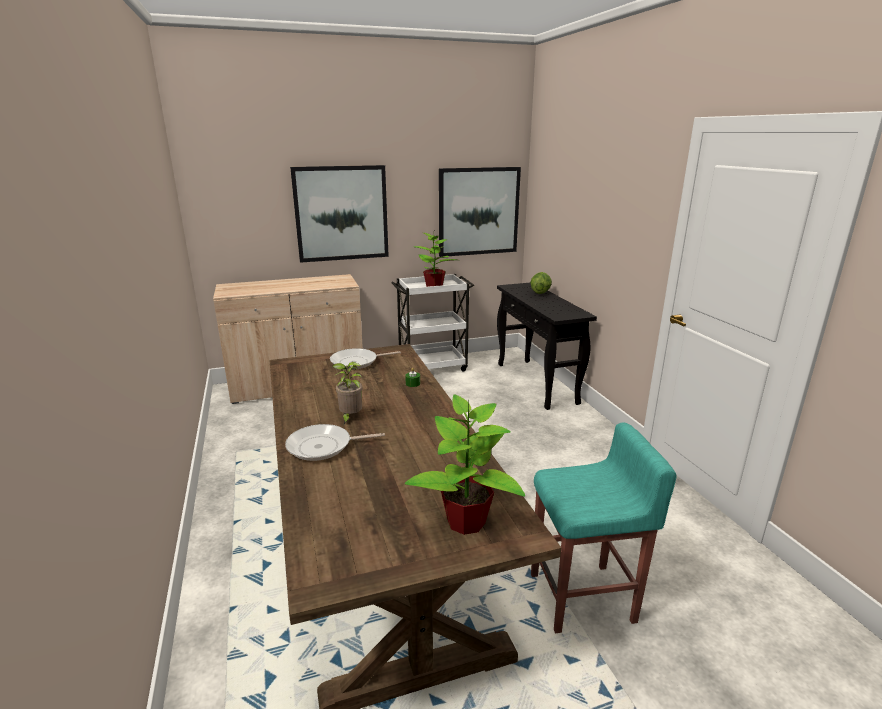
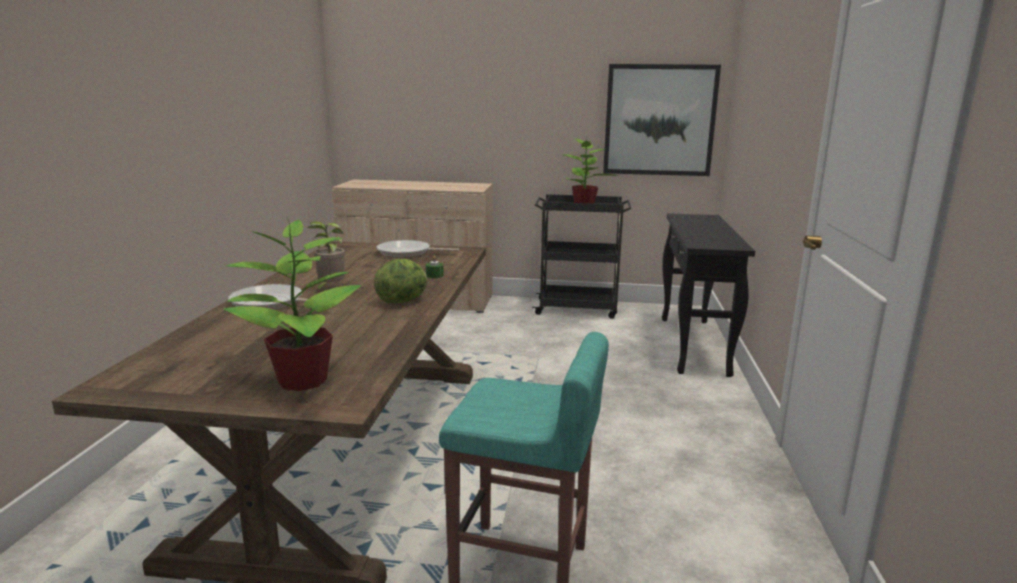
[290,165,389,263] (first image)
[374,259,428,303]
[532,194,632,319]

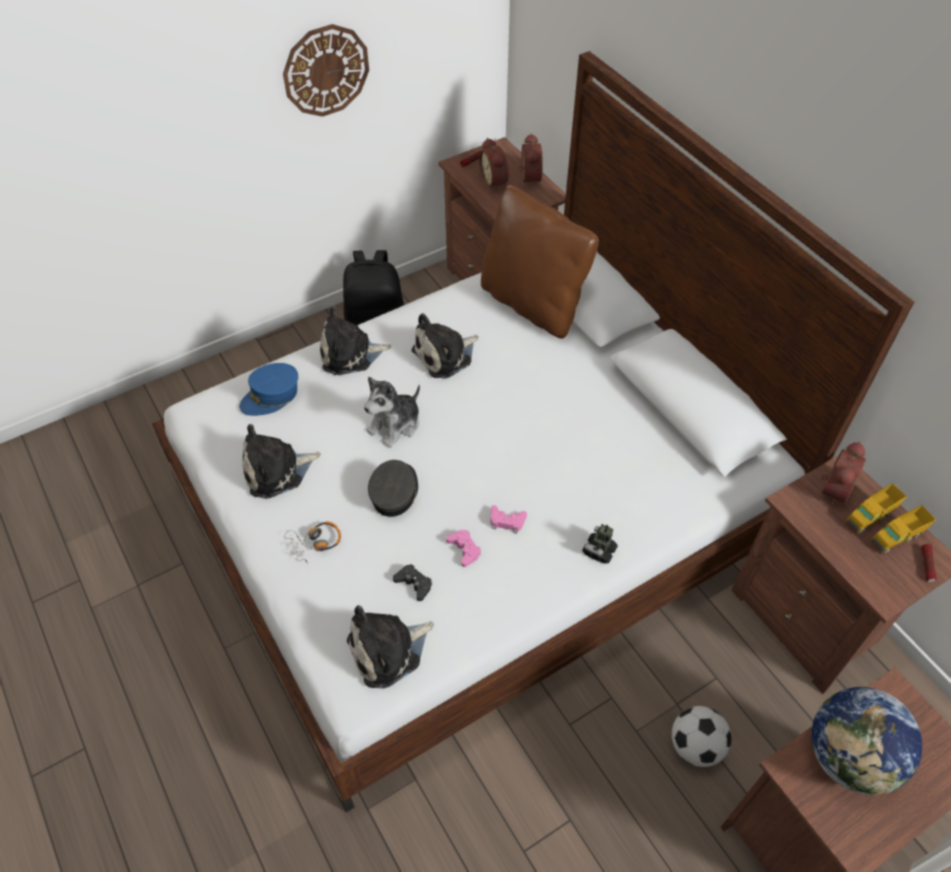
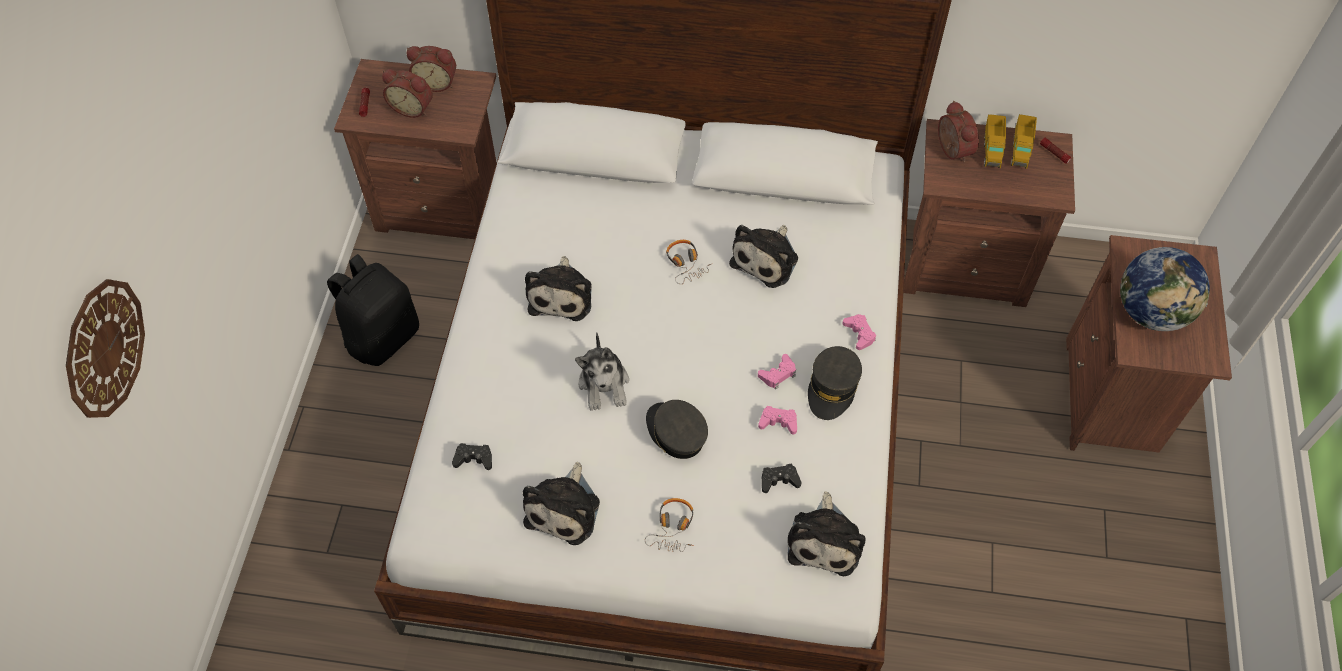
[66,279,145,418]
[407,46,456,92]
[481,185,599,339] (first image)
[729,225,798,288]
[452,443,492,470]
[842,314,876,350]
[672,706,731,767] (first image)
[666,240,713,284]
[808,346,862,420]

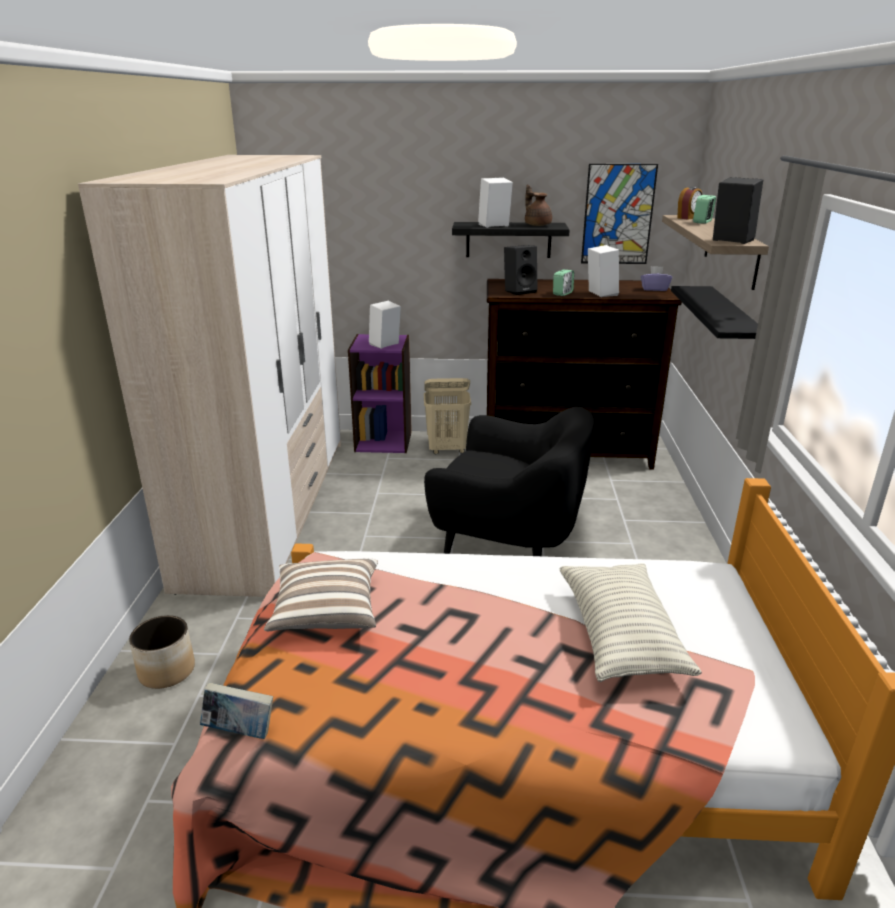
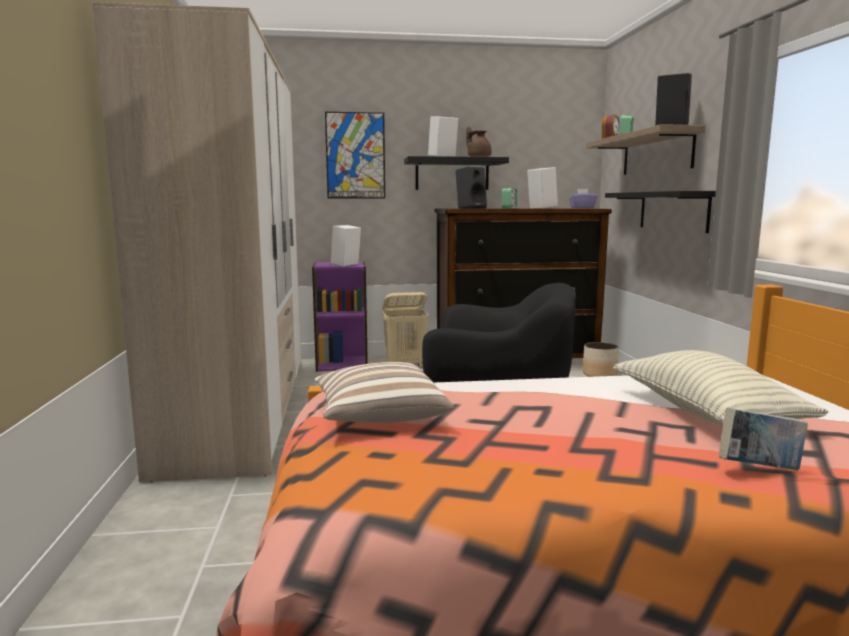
[325,112,385,199]
[583,342,618,377]
[719,408,808,470]

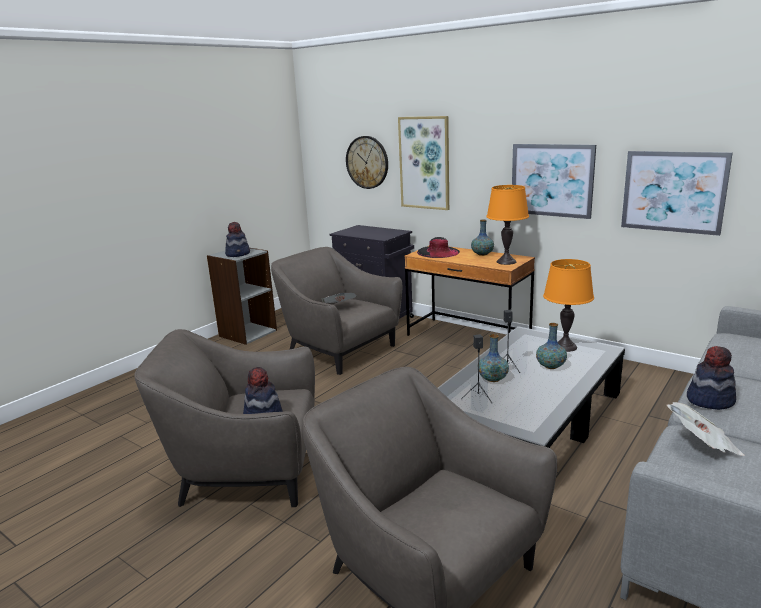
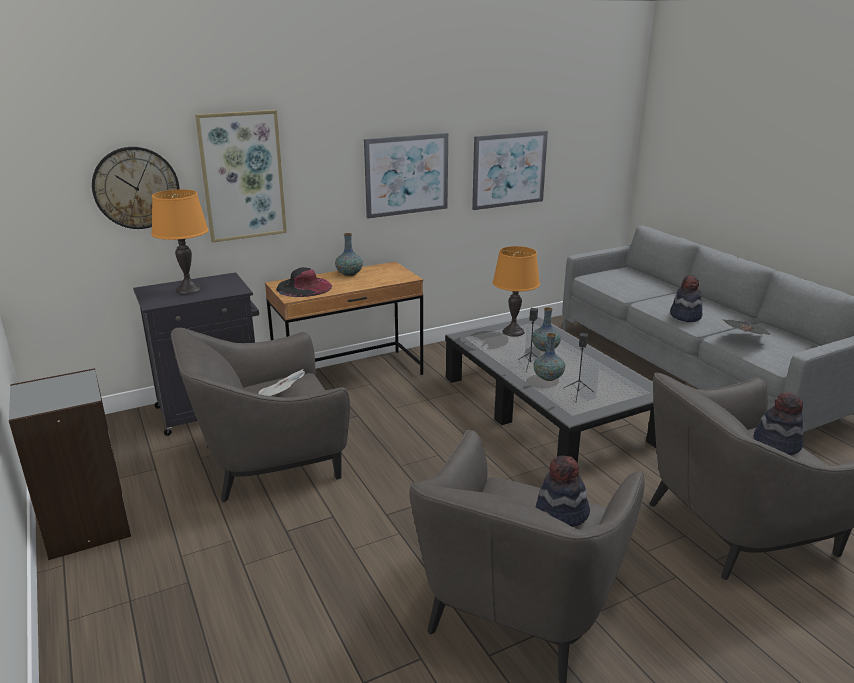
[151,189,209,294]
[754,392,804,455]

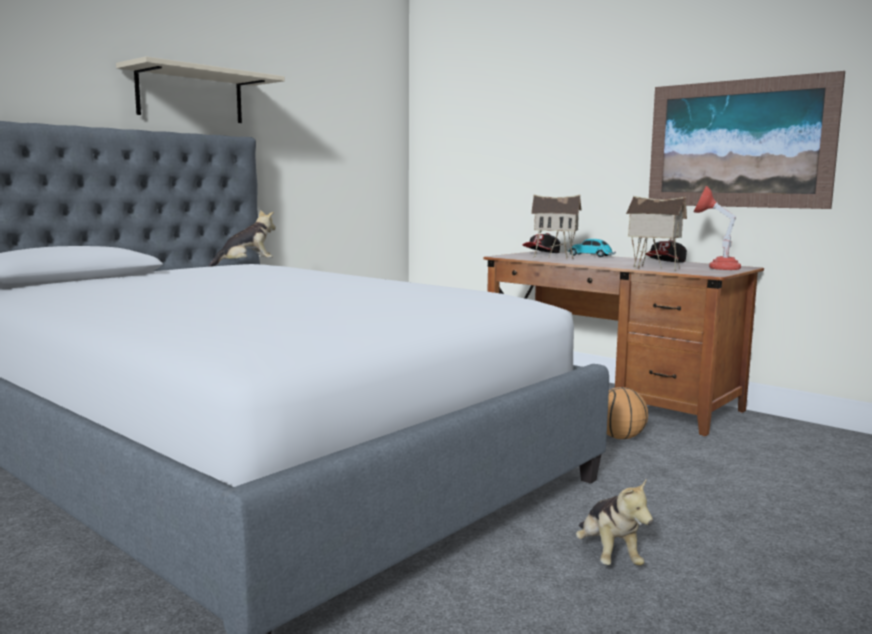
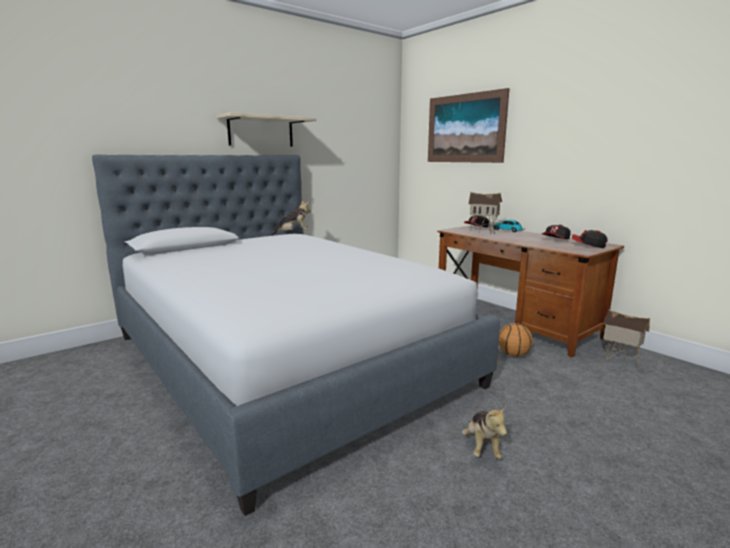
[428,88,510,163]
[572,230,608,248]
[603,309,650,368]

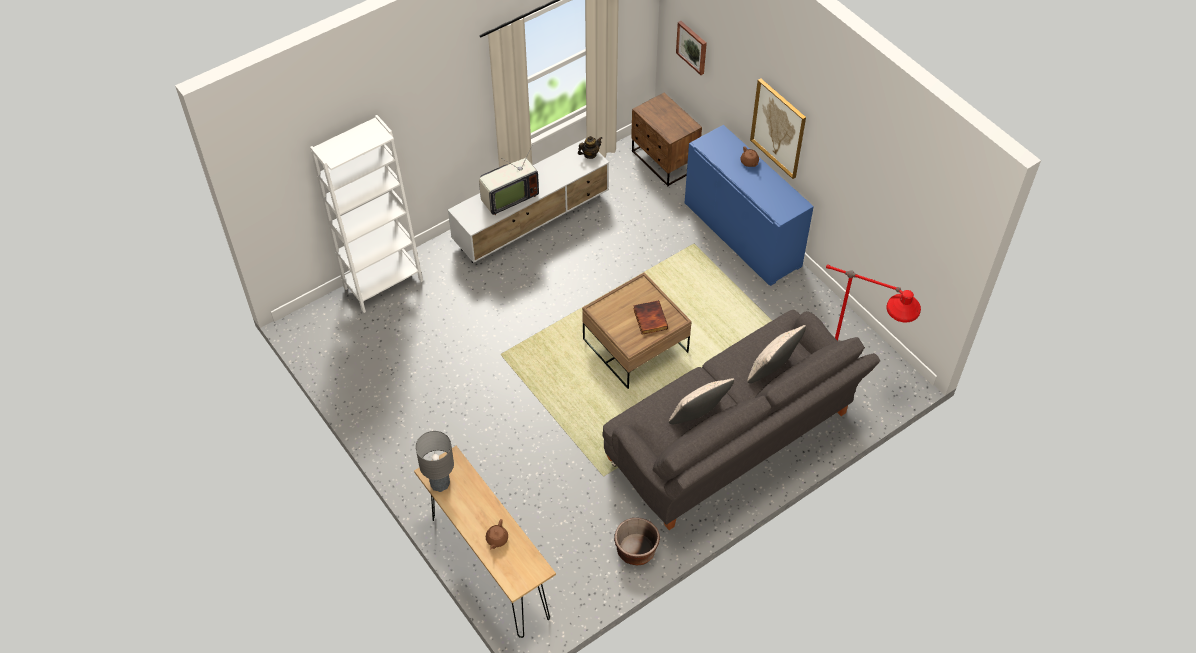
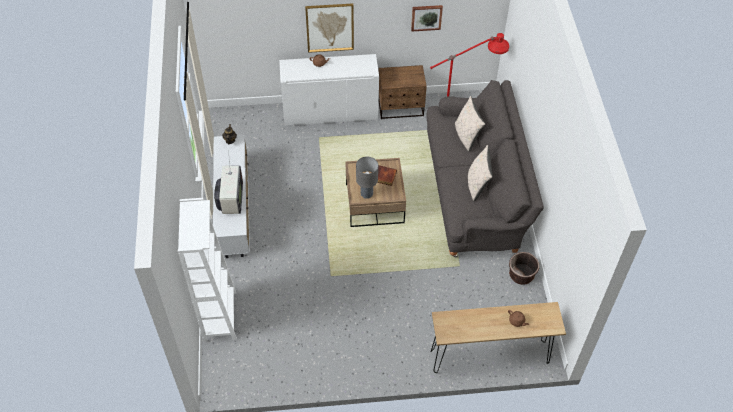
[411,5,443,32]
[379,65,427,119]
[279,54,379,126]
[356,157,378,199]

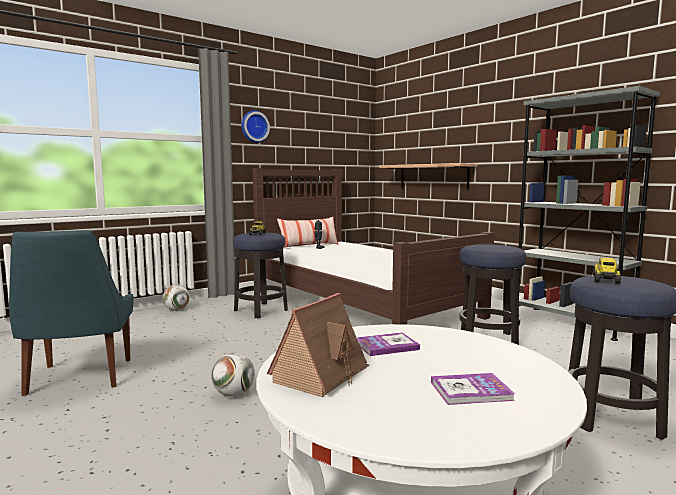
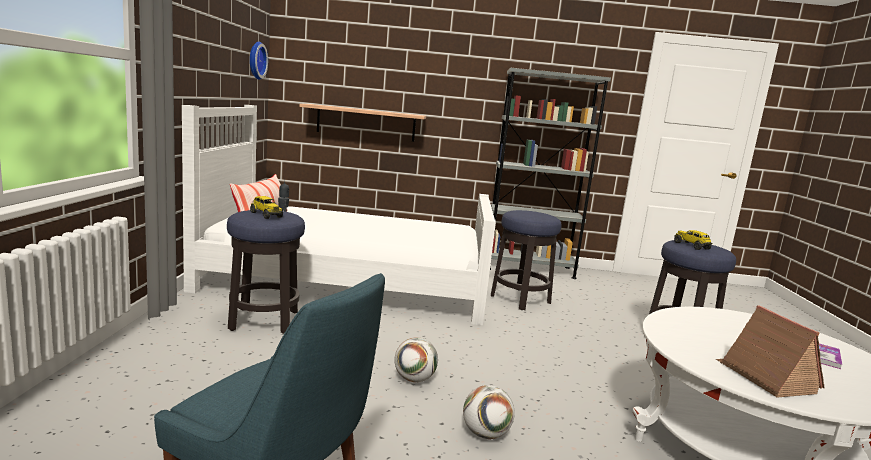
[250,42,268,80]
[182,105,496,325]
[394,337,438,382]
[356,332,420,356] (first image)

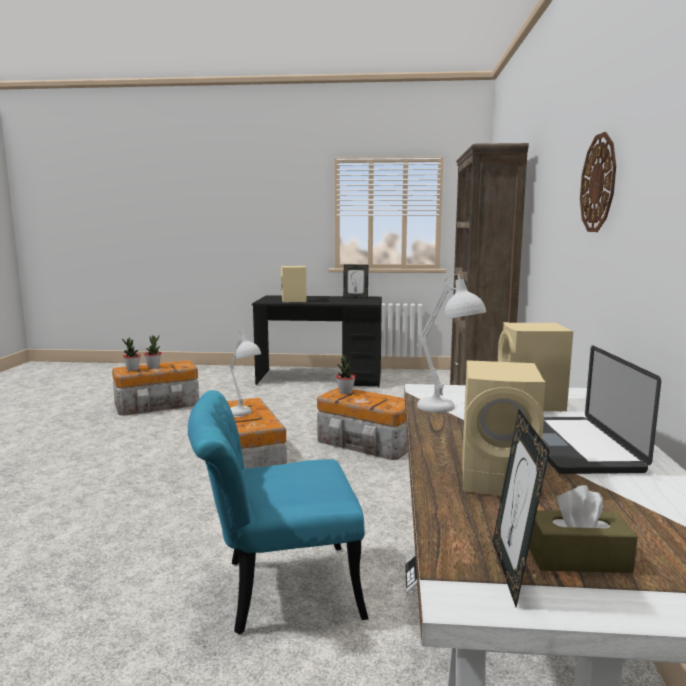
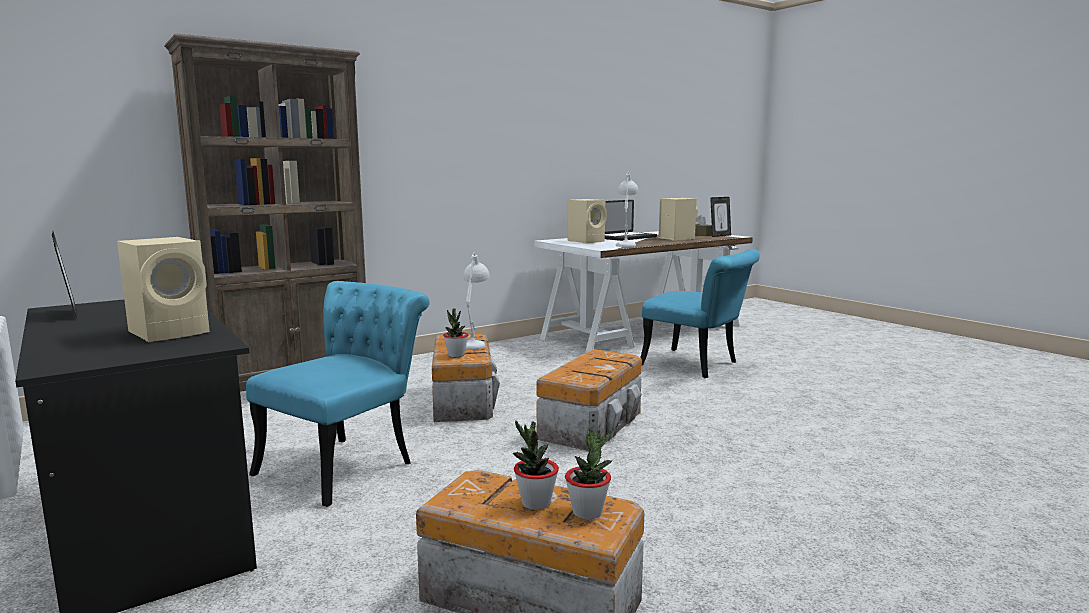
[580,132,616,232] (first image)
[464,253,490,350]
[246,281,430,507]

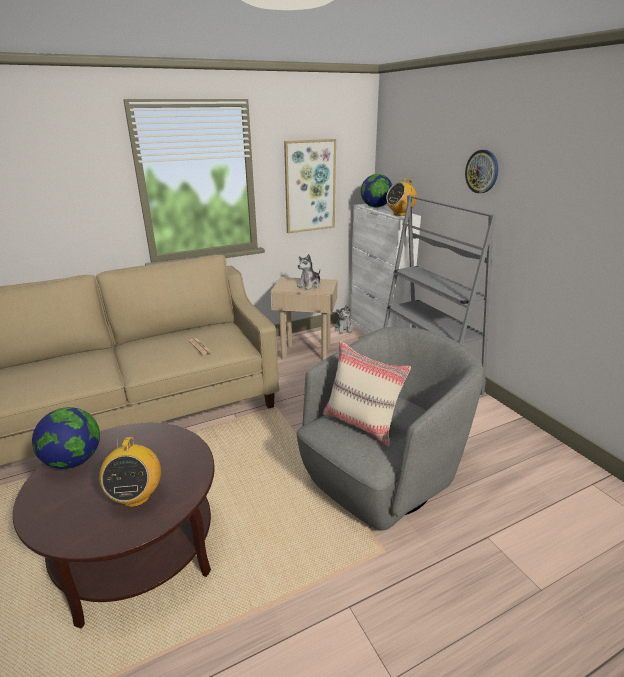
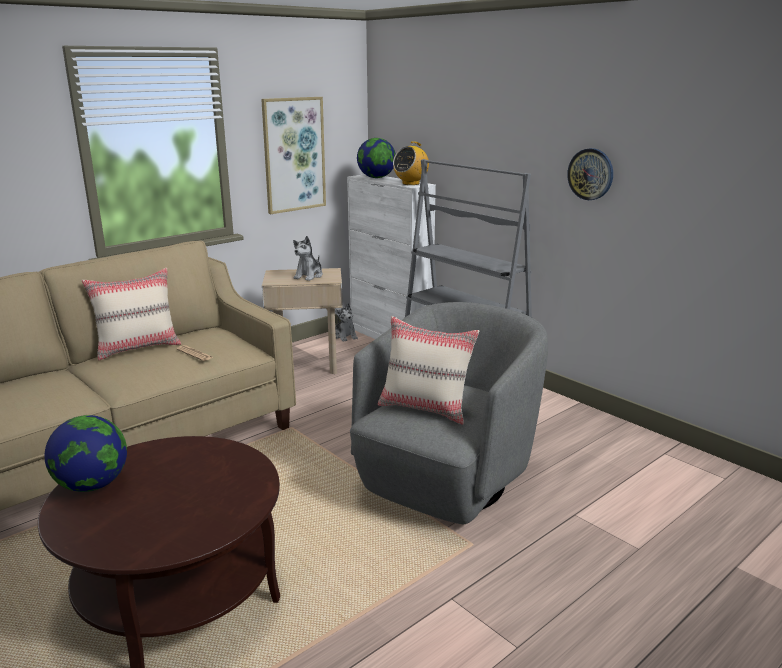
[567,148,613,200]
[99,437,161,507] (first image)
[82,268,181,360]

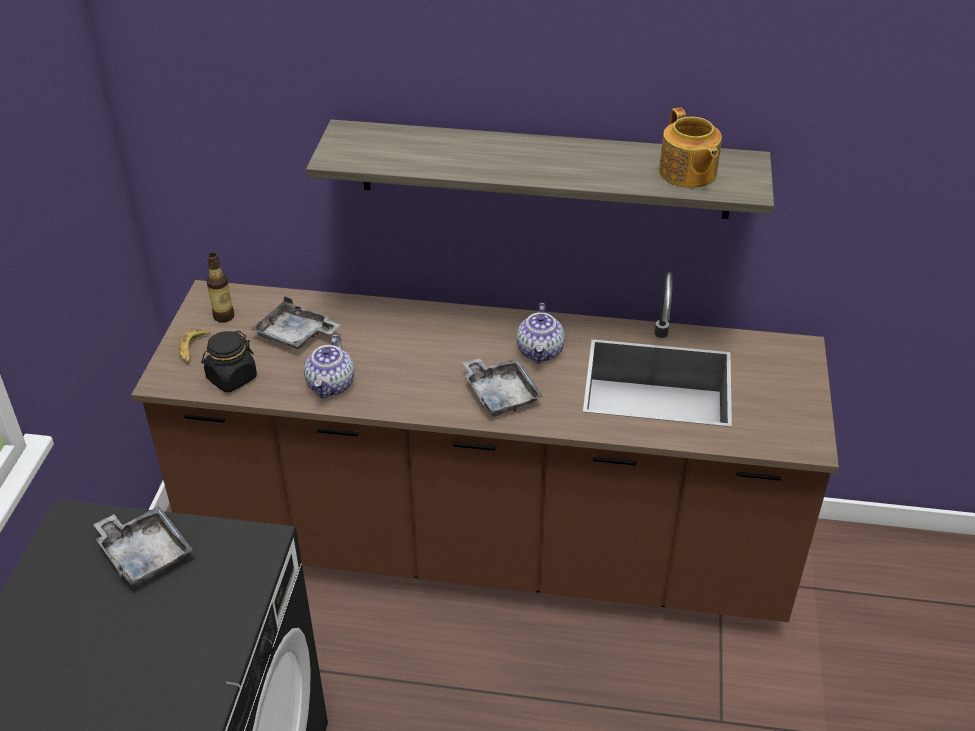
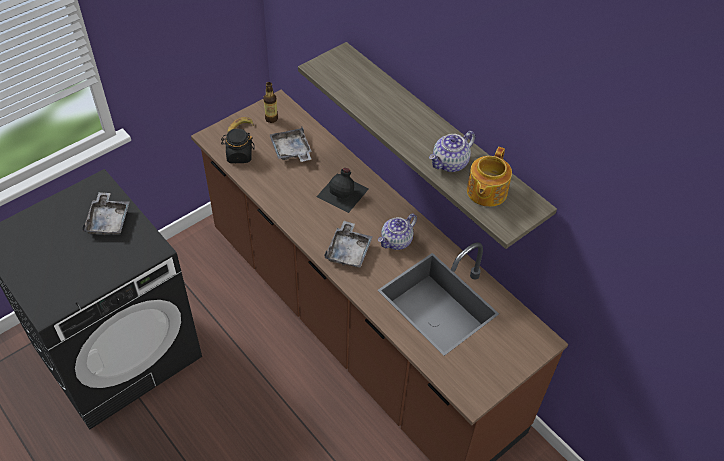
[429,131,475,172]
[316,168,369,213]

